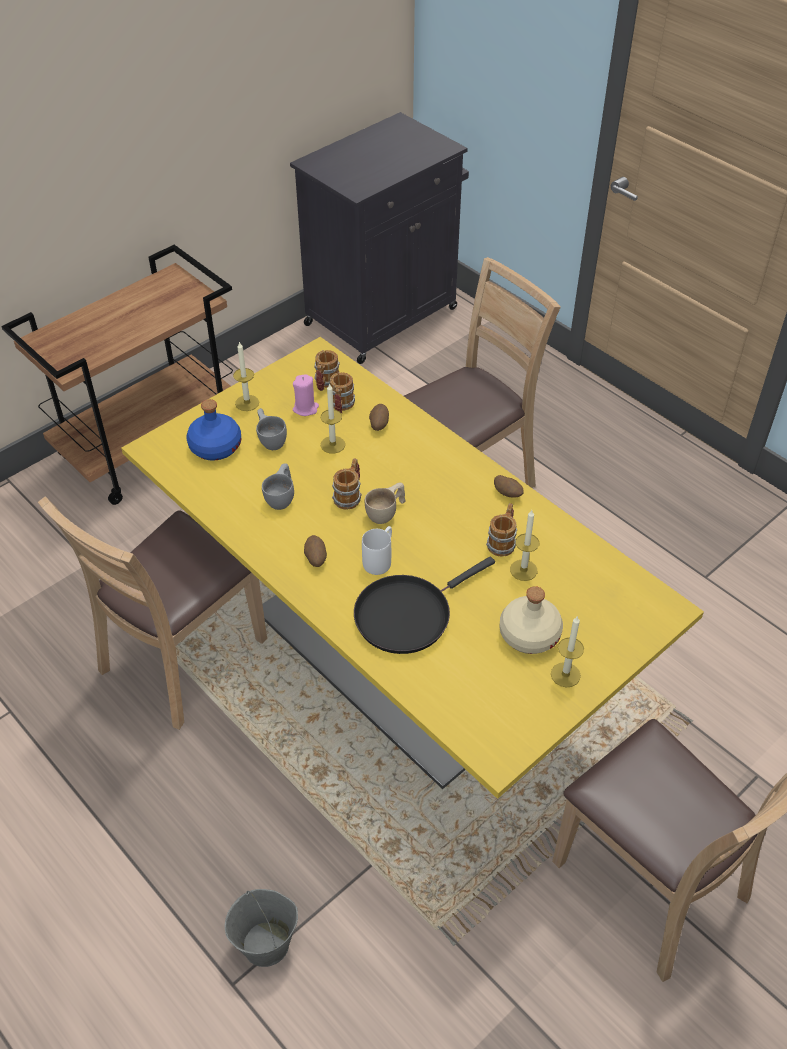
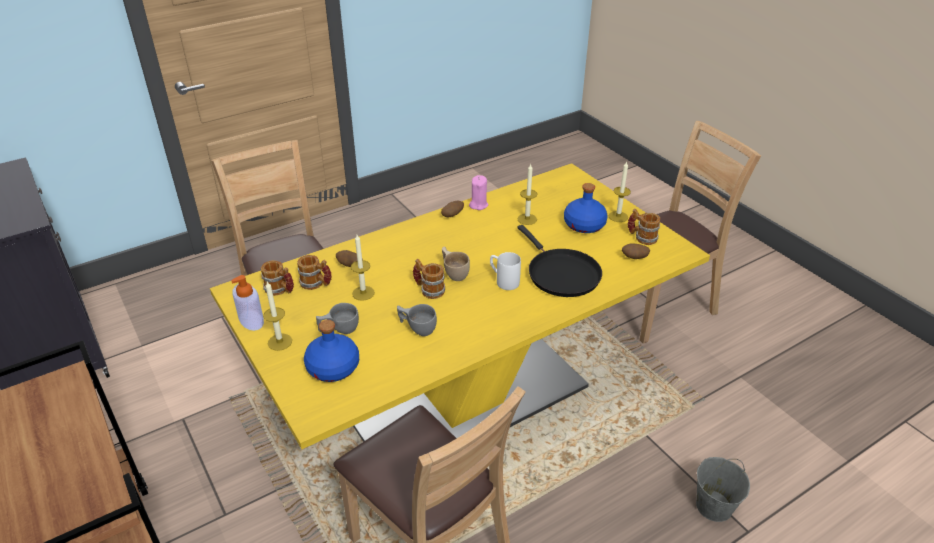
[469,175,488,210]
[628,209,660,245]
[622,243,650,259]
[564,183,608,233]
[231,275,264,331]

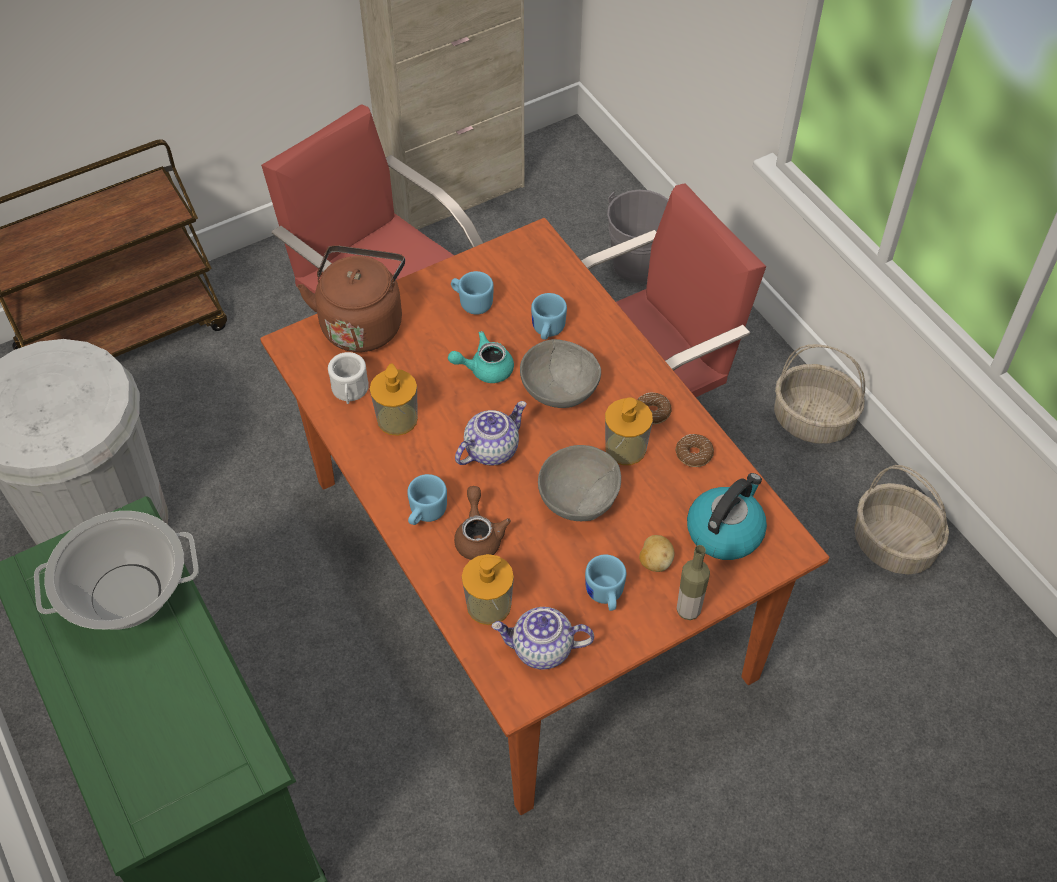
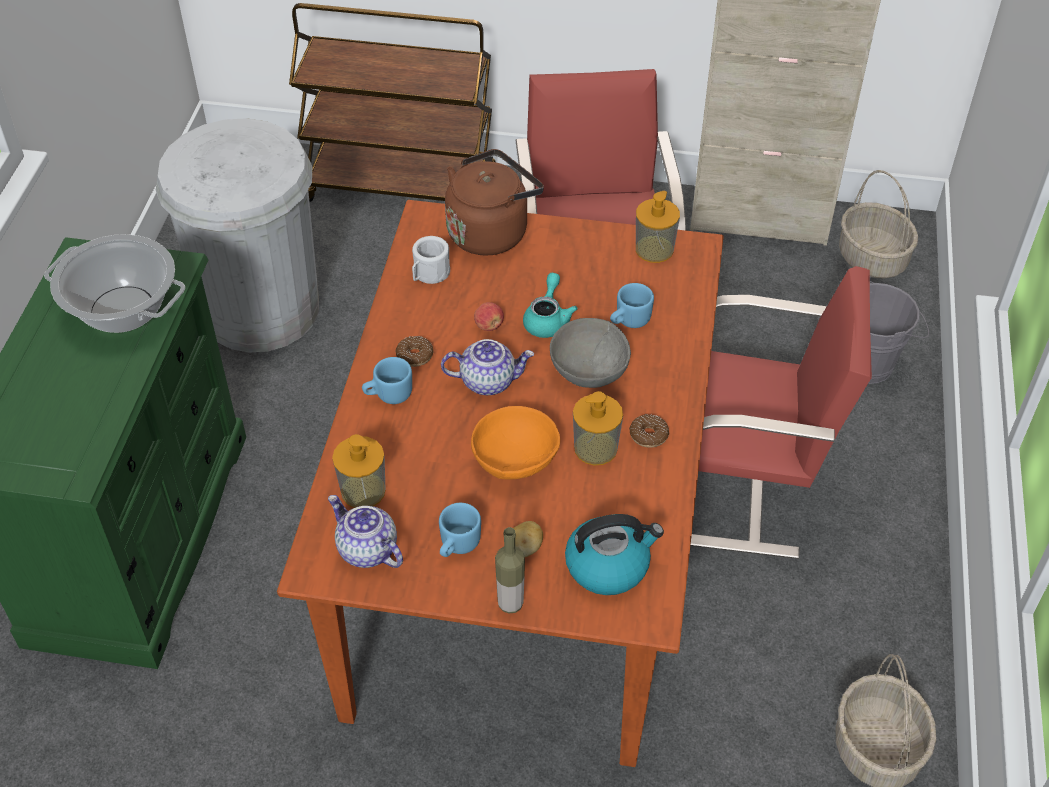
[451,271,494,315] (first image)
[523,273,577,338]
[839,170,918,278]
[636,191,680,263]
[395,336,434,367]
[471,406,560,480]
[454,486,511,560] (first image)
[474,302,504,331]

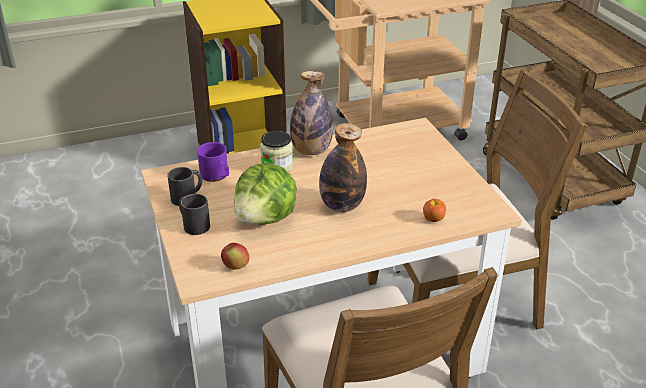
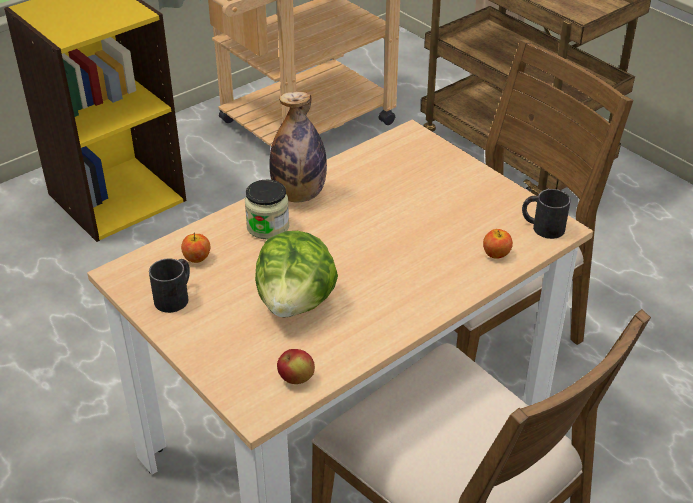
[319,123,367,212] (first image)
[181,232,210,263]
[522,189,570,239]

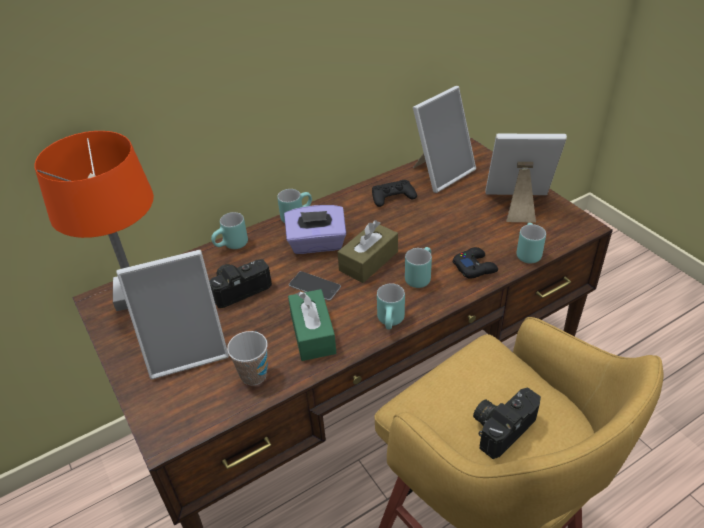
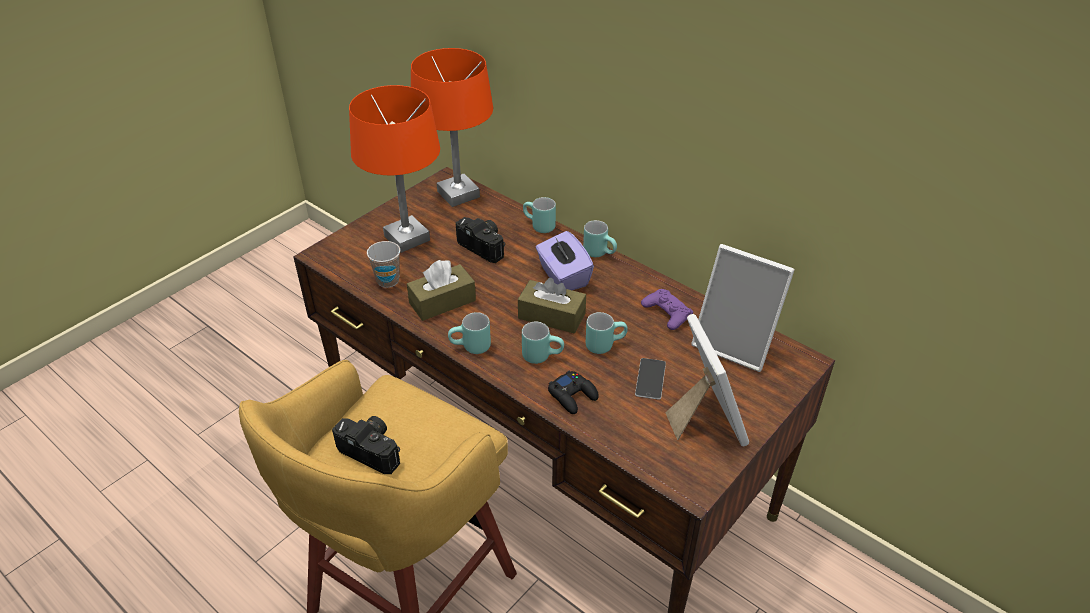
[641,289,693,330]
[586,312,628,354]
[349,85,440,253]
[635,358,666,400]
[407,260,476,321]

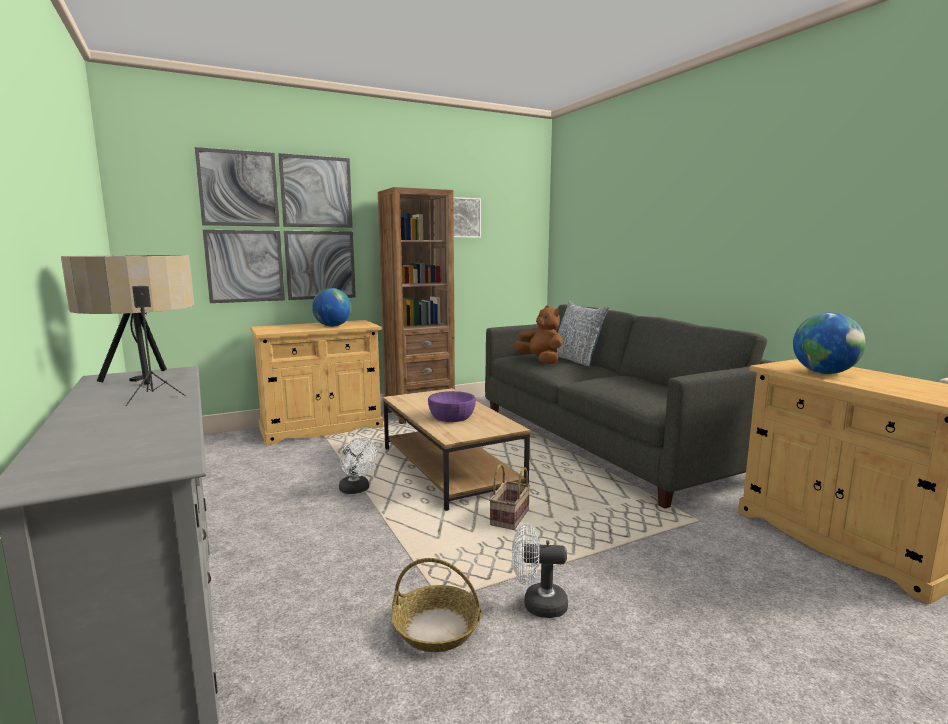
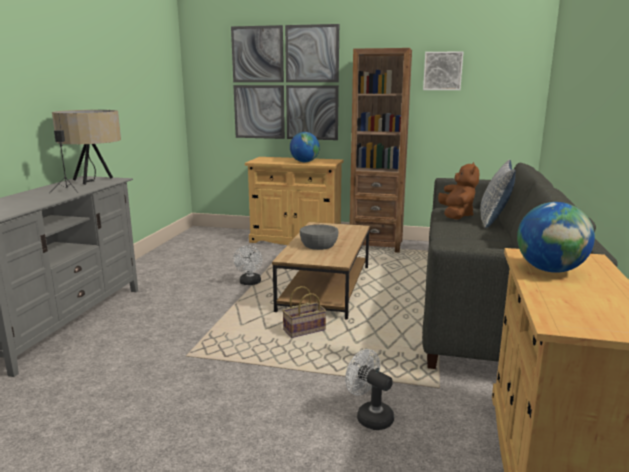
[300,224,339,250]
[345,349,394,430]
[391,558,482,652] (first image)

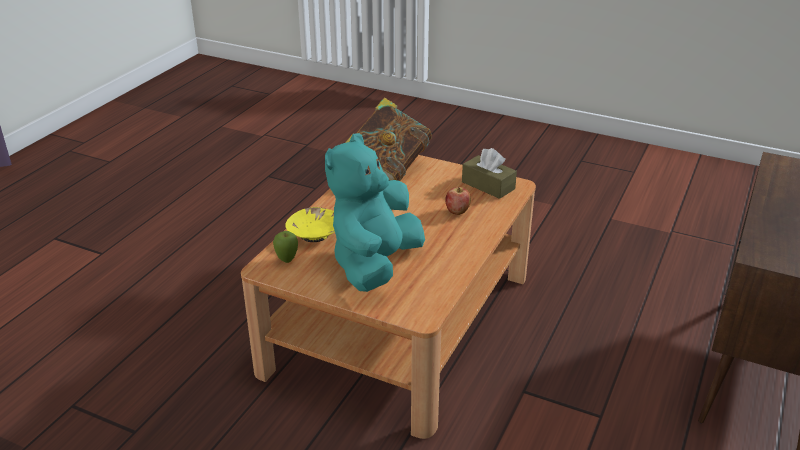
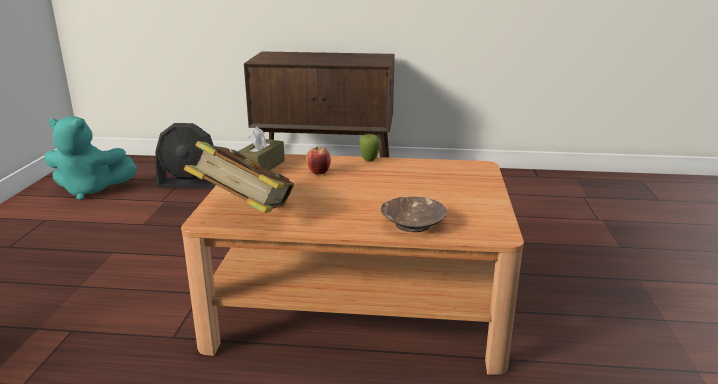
[45,116,137,200]
[381,197,447,232]
[359,134,381,162]
[155,123,216,189]

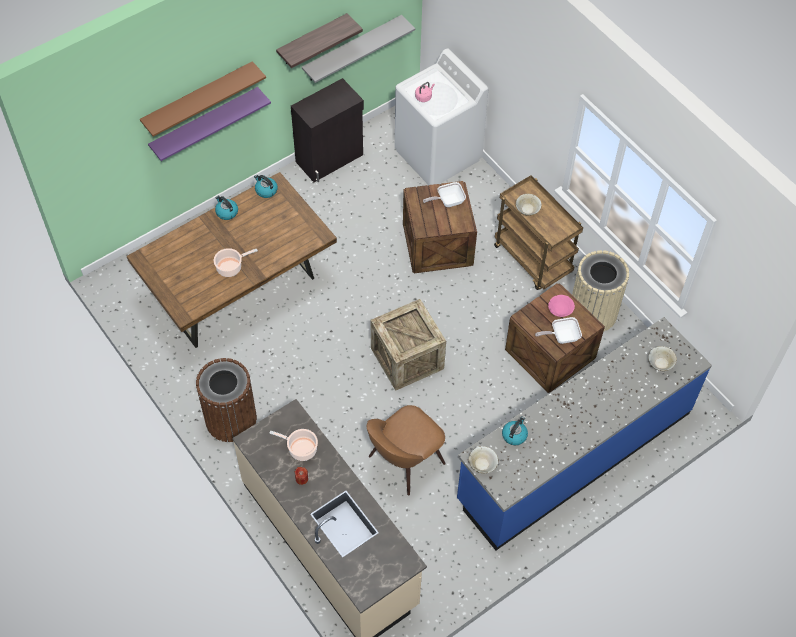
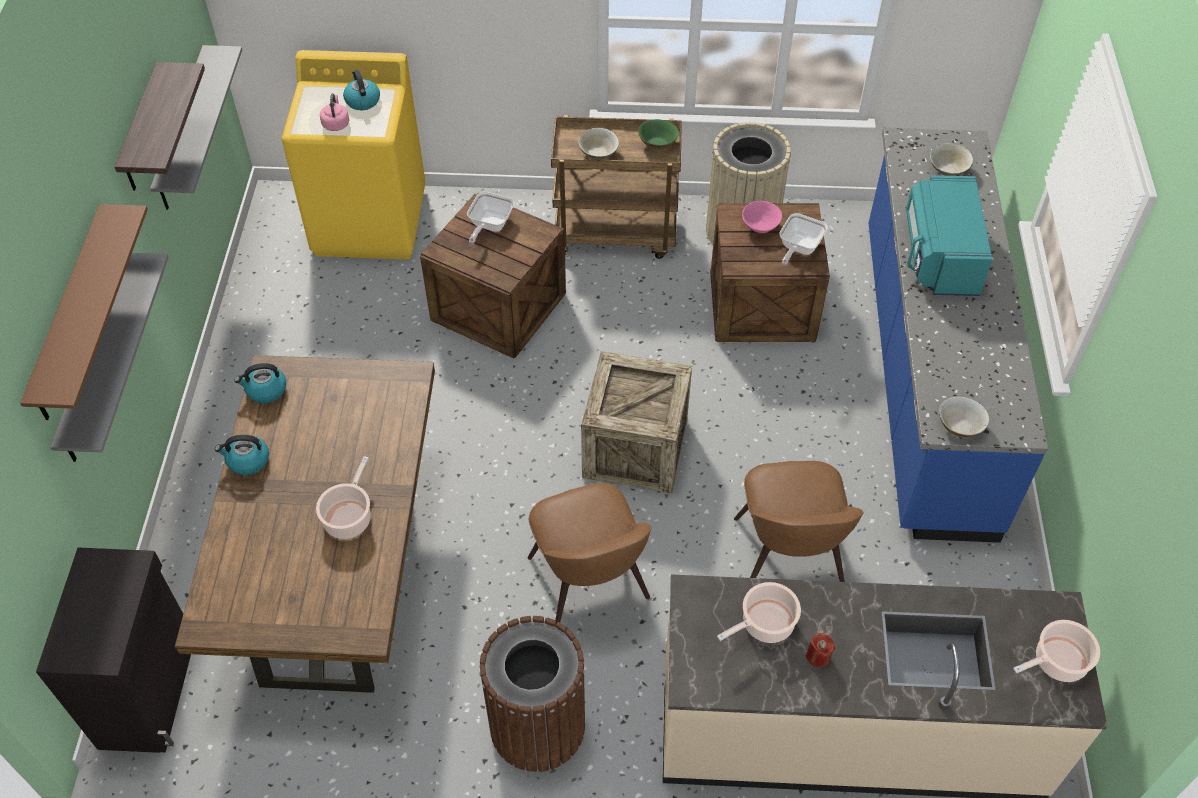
[282,50,426,259]
[36,548,191,753]
[50,253,169,462]
[343,70,380,110]
[638,119,679,150]
[906,175,992,296]
[528,483,652,624]
[1013,620,1100,682]

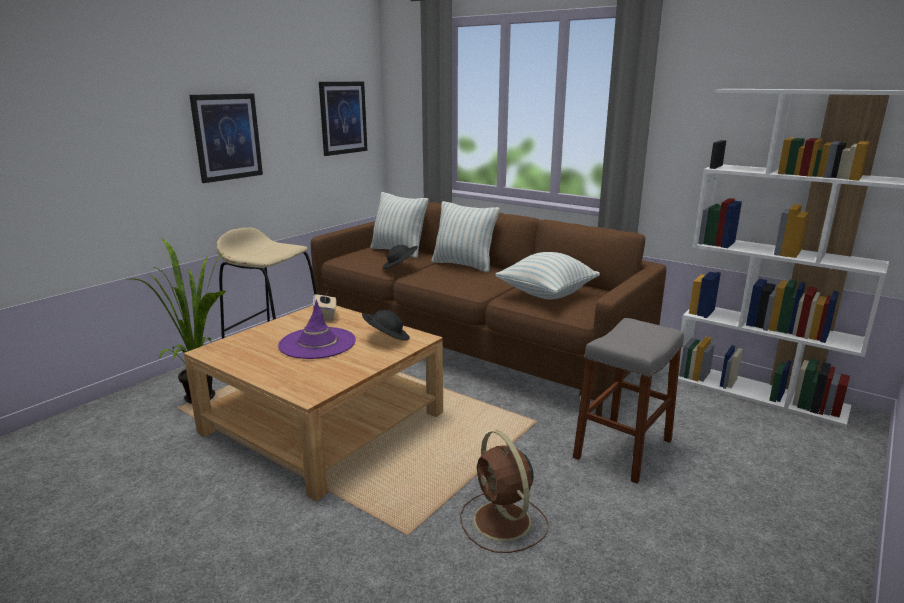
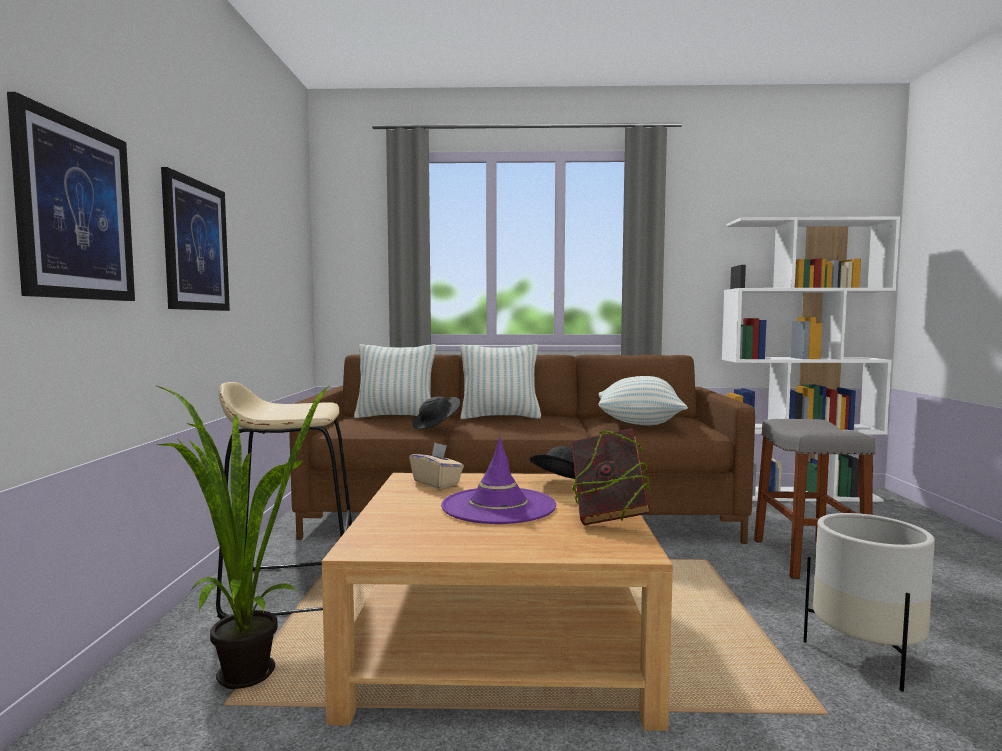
[7,92,135,301]
[804,513,935,692]
[571,428,651,525]

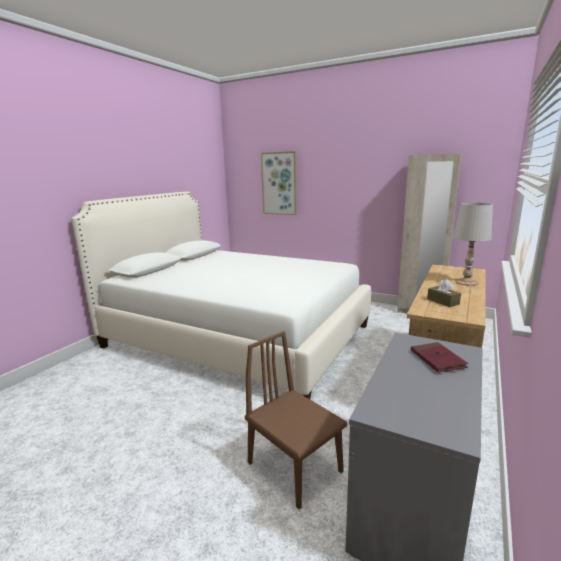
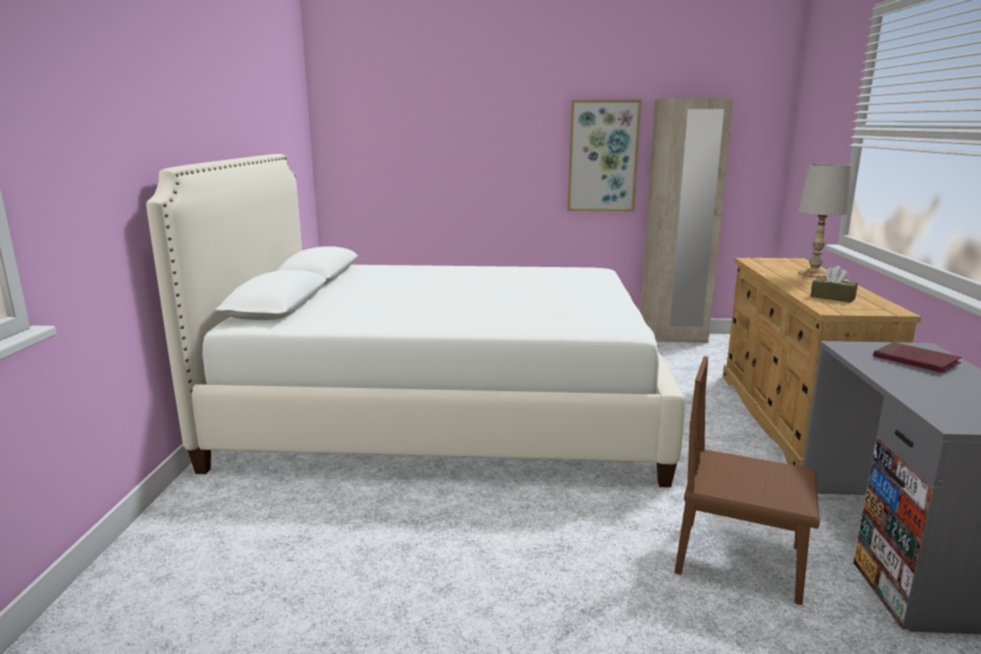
[567,99,642,211]

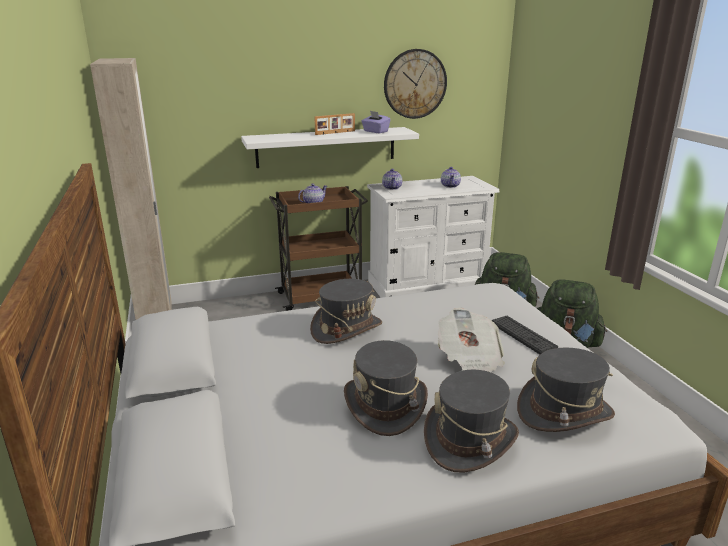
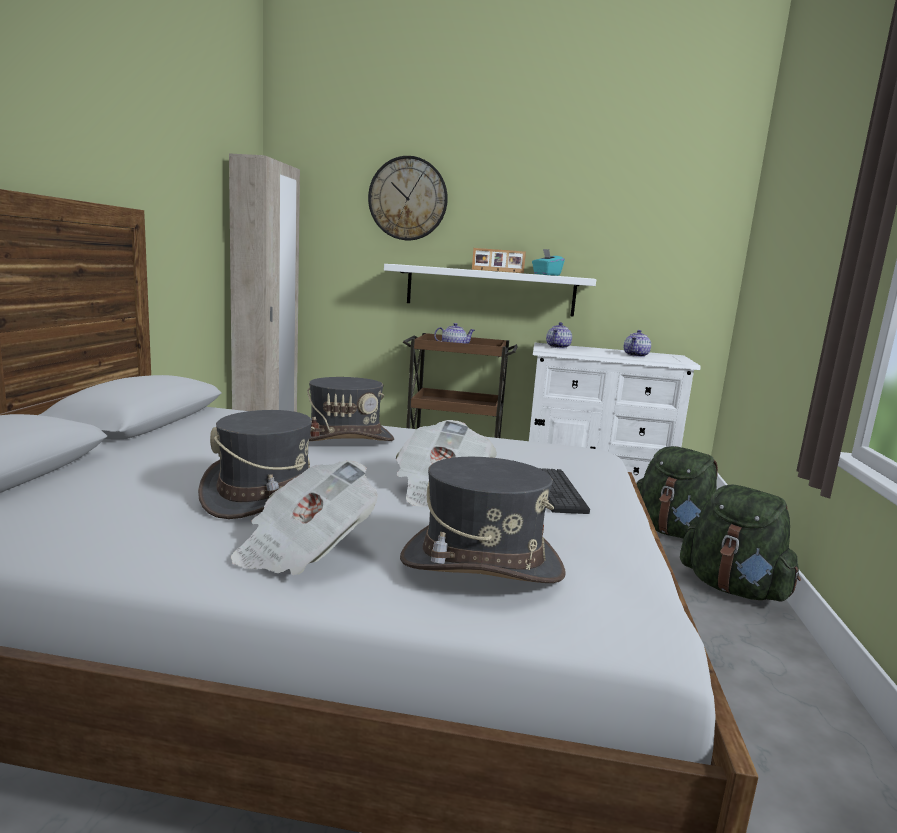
[368,156,448,240]
[532,249,565,276]
[231,461,378,575]

